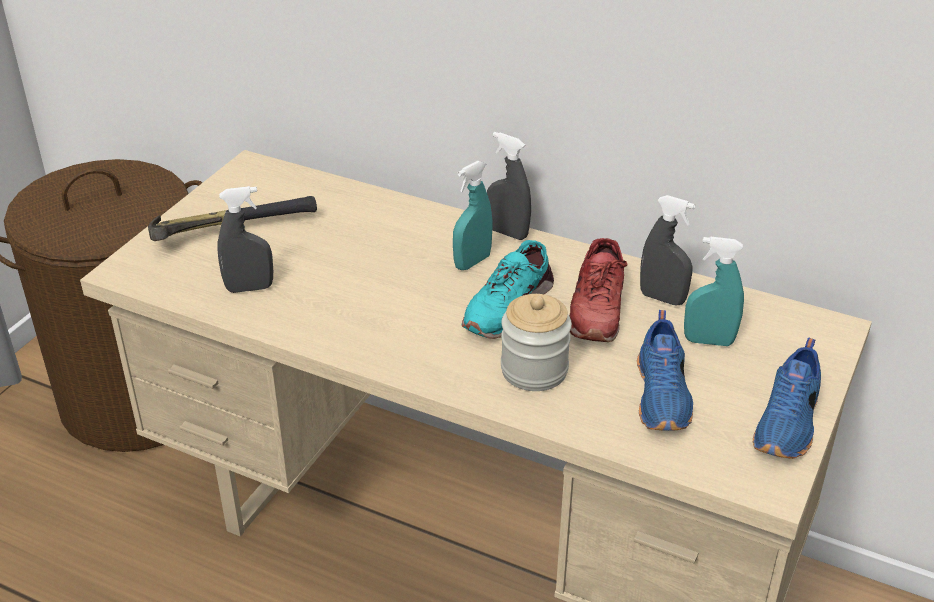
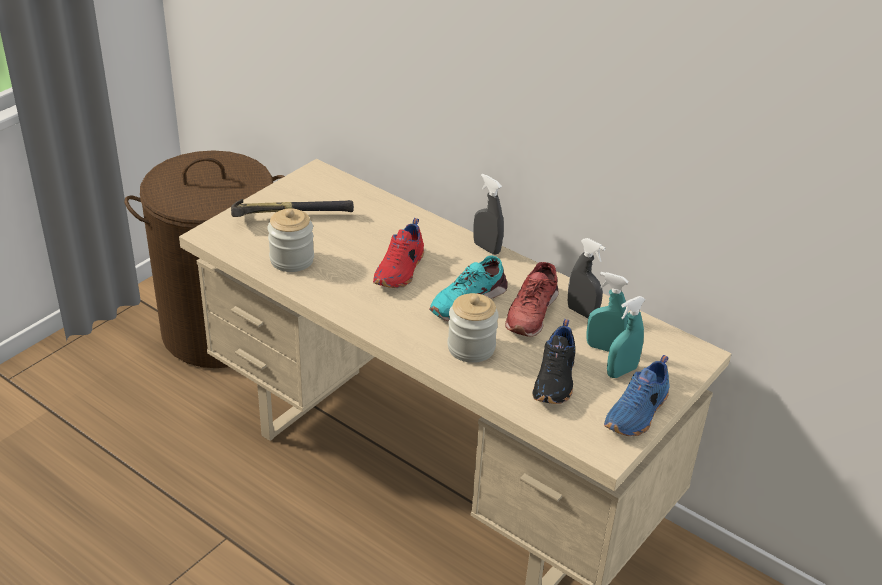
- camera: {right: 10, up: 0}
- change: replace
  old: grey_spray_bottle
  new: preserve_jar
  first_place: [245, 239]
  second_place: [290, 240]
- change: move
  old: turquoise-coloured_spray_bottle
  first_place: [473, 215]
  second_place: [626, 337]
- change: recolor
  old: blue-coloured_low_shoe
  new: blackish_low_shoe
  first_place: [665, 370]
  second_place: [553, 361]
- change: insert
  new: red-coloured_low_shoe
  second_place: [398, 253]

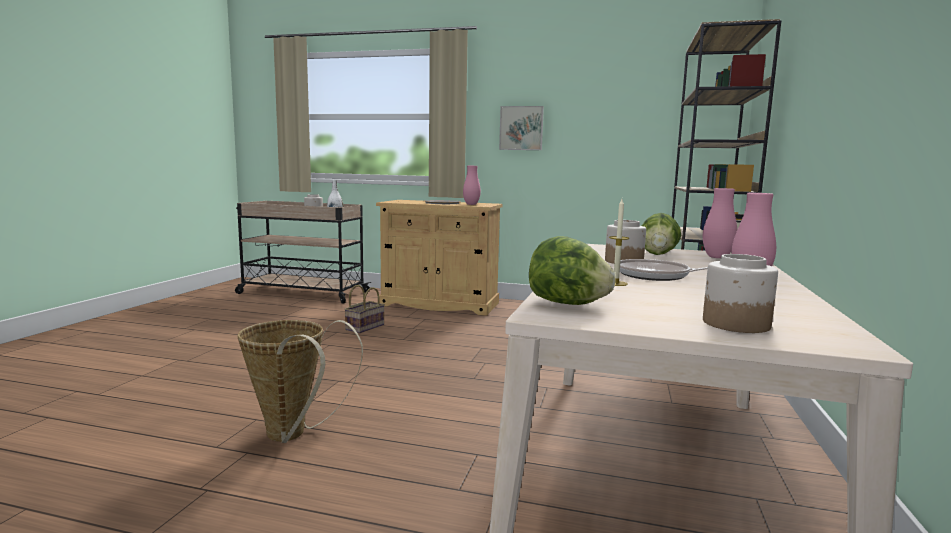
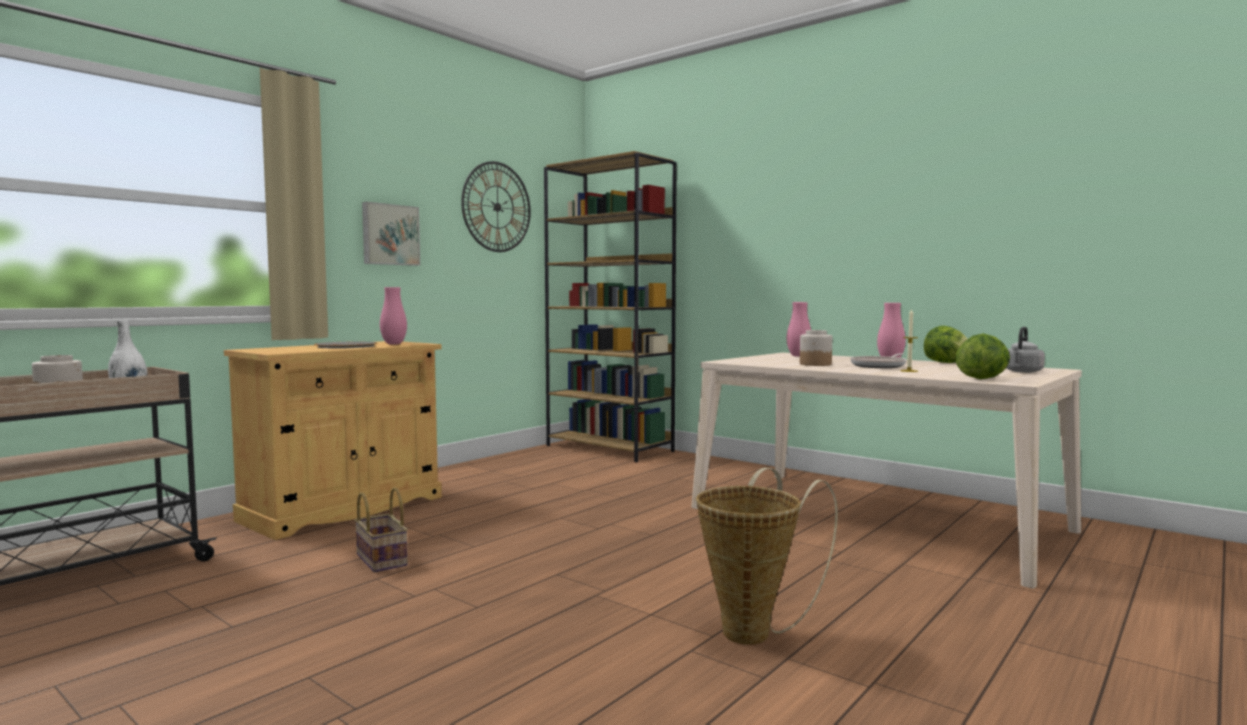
- camera: {right: -65, up: -5}
- change: move
  old: lettuce
  first_place: [661, 234]
  second_place: [946, 344]
- change: replace
  old: preserve_jar
  new: grey_tea_kettle
  first_place: [740, 293]
  second_place: [1025, 350]
- change: insert
  new: hanging_clock
  second_place: [496, 206]

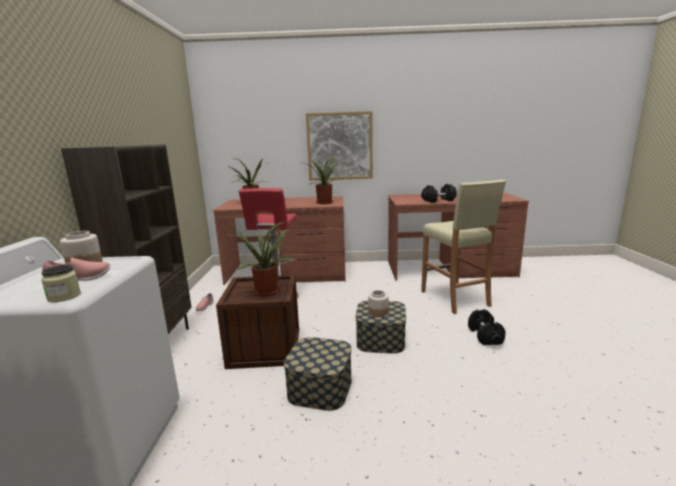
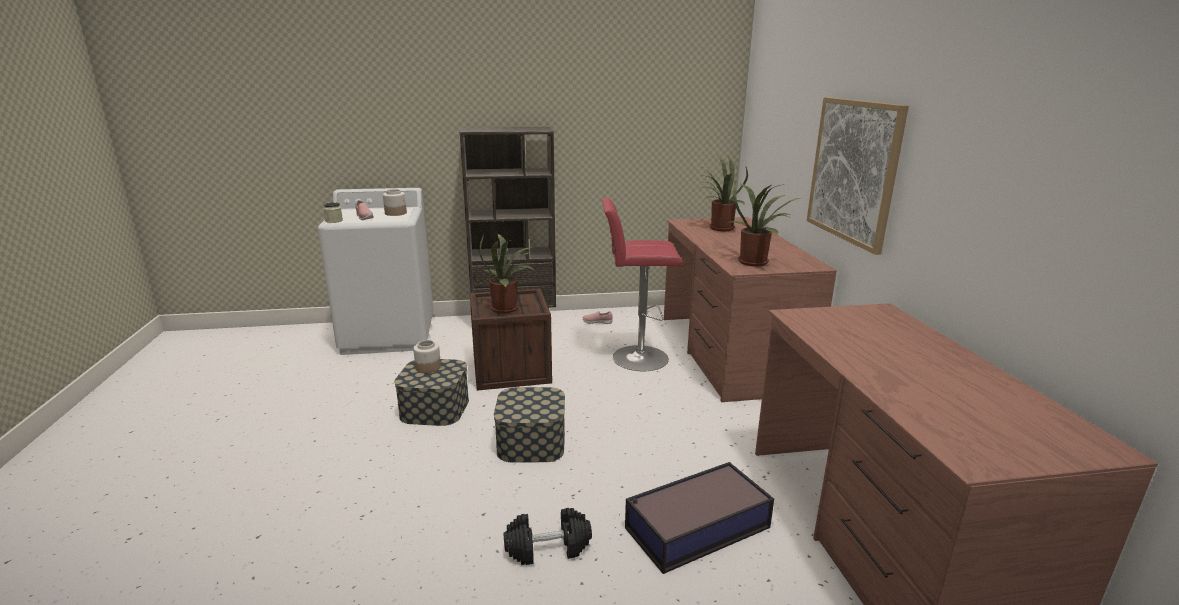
- camera: {right: 80, up: 5}
- change: move
  old: preserve_jar
  first_place: [378, 303]
  second_place: [427, 356]
- change: replace
  old: beige-coloured_stool_seat
  new: storage_box
  first_place: [463, 247]
  second_place: [699, 518]
- change: delete
  old: blackish_hand_weight
  first_place: [439, 193]

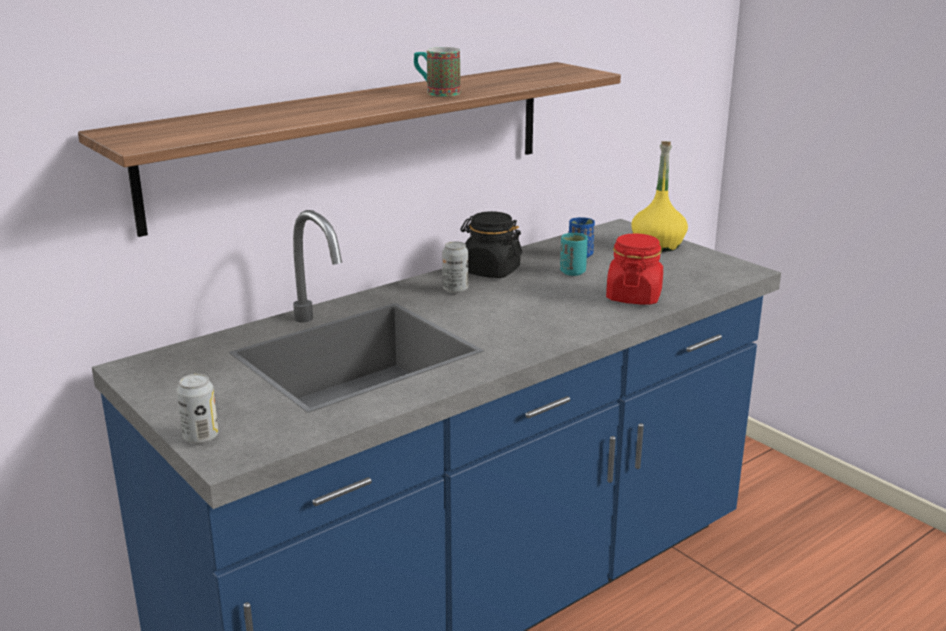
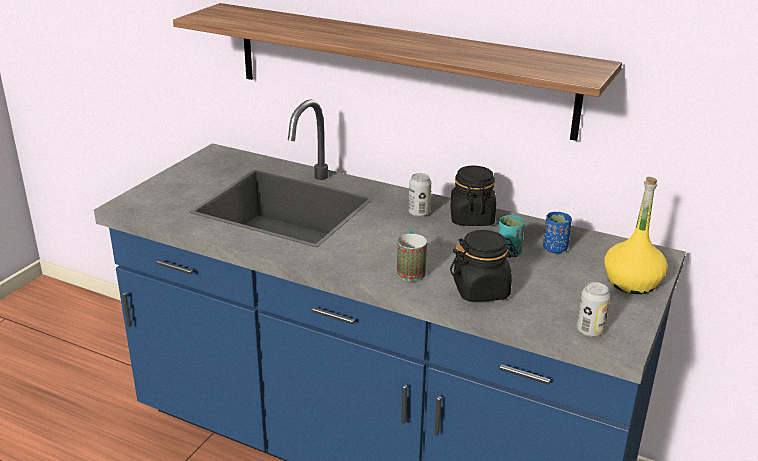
- camera: {right: 65, up: 5}
- change: move
  old: metal_can
  first_place: [197, 409]
  second_place: [593, 309]
- change: move
  old: coffee_mug
  first_place: [437, 71]
  second_place: [412, 256]
- change: recolor
  old: red-coloured_preserve_jar
  new: blackish_preserve_jar
  first_place: [634, 269]
  second_place: [484, 266]

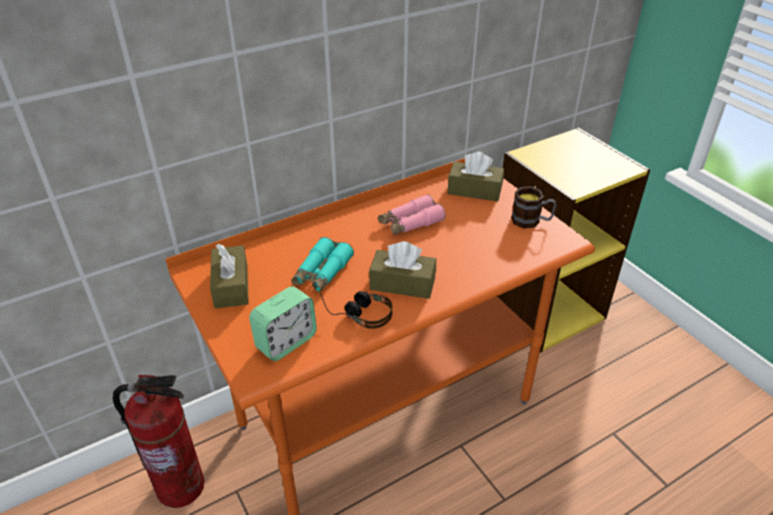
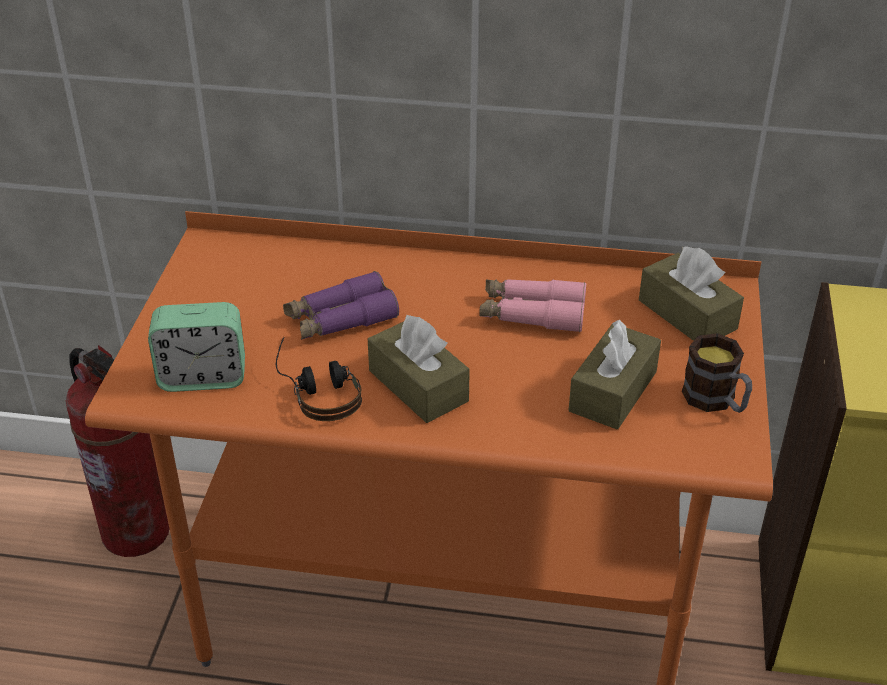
- camera: {right: 40, up: 0}
- change: move
  old: brown-coloured_tissue_box
  first_place: [229, 276]
  second_place: [614, 374]
- change: recolor
  old: turquoise-coloured_field_glasses
  new: purplish_field_glasses
  first_place: [322, 265]
  second_place: [341, 305]

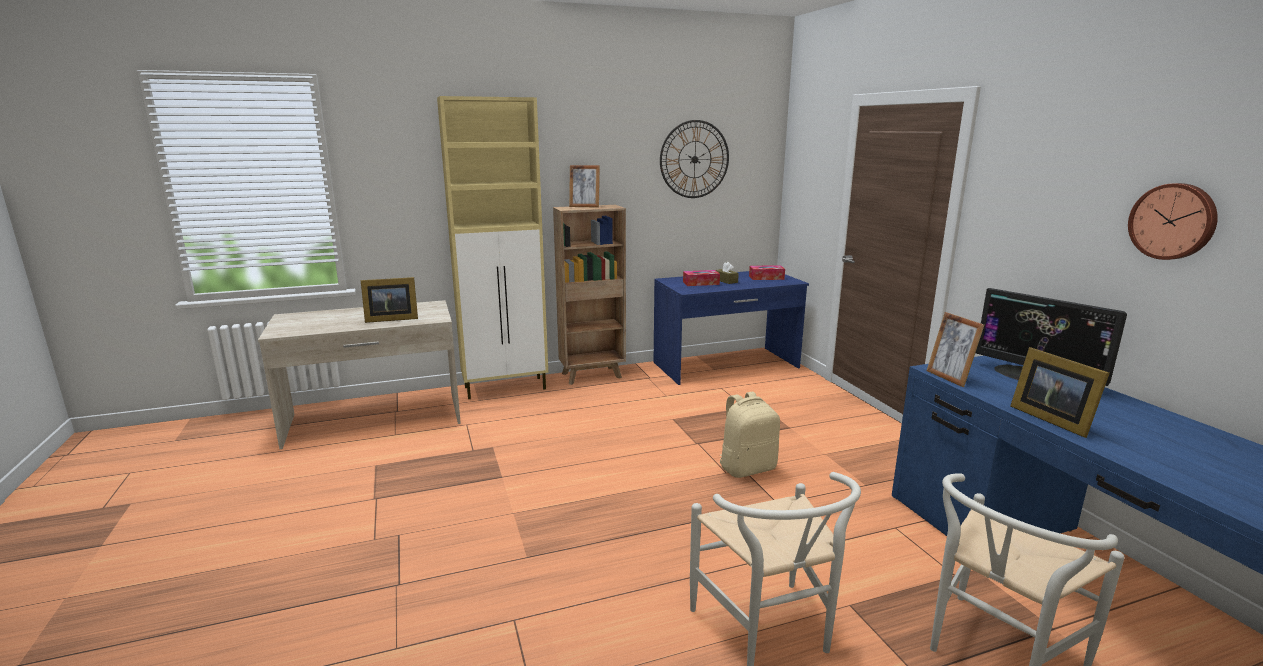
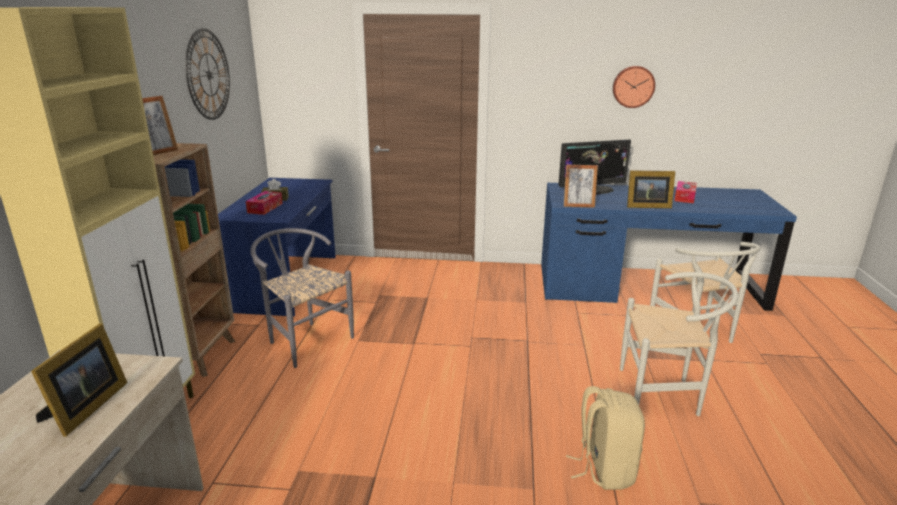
- camera: {right: -65, up: 5}
- change: move
  old: beige-coloured_backpack
  first_place: [750, 435]
  second_place: [605, 438]
- change: move
  old: tissue_box
  first_place: [767, 272]
  second_place: [685, 192]
- change: insert
  new: grey_plain_chair
  second_place: [302, 298]

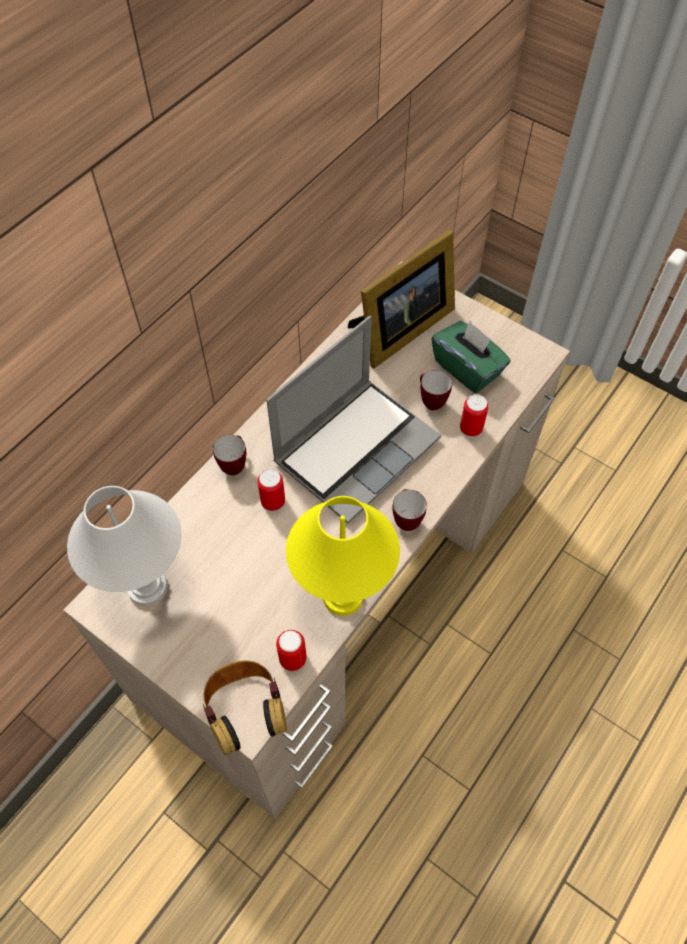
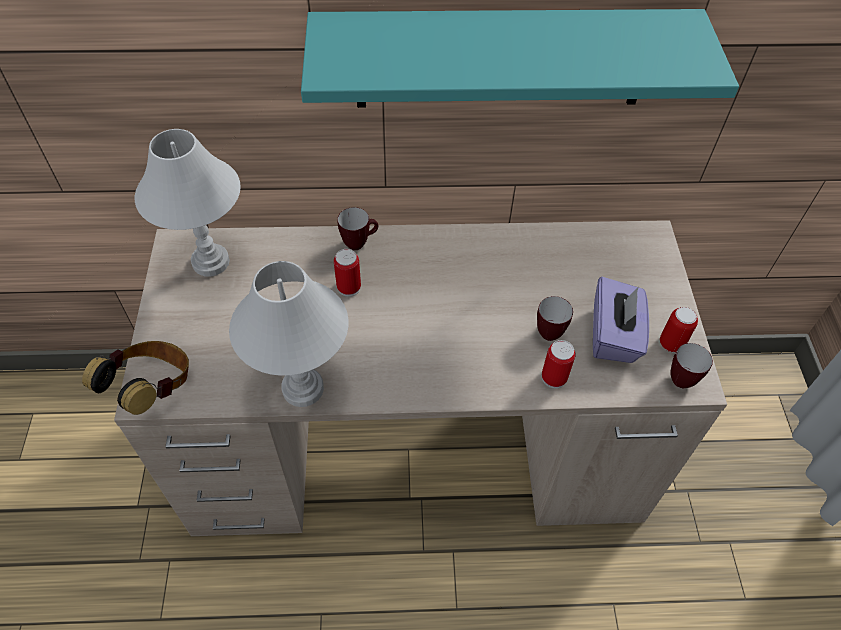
- camera: {right: 50, up: -5}
- change: delete
  old: notebook_computer
  first_place: [353, 420]
- change: move
  old: metal_can
  first_place: [291, 650]
  second_place: [679, 330]
- change: recolor
  old: yellow_tabletop_lamp
  new: white_tabletop_lamp
  first_place: [343, 556]
  second_place: [289, 334]
- change: delete
  old: standing_frame
  first_place: [401, 299]
- change: move
  old: coffee_mug
  first_place: [409, 510]
  second_place: [691, 365]
- change: recolor
  old: greenish_tissue_box
  new: purplish_tissue_box
  first_place: [471, 356]
  second_place: [621, 320]
- change: insert
  new: turquoise-coloured_shelf
  second_place: [520, 58]

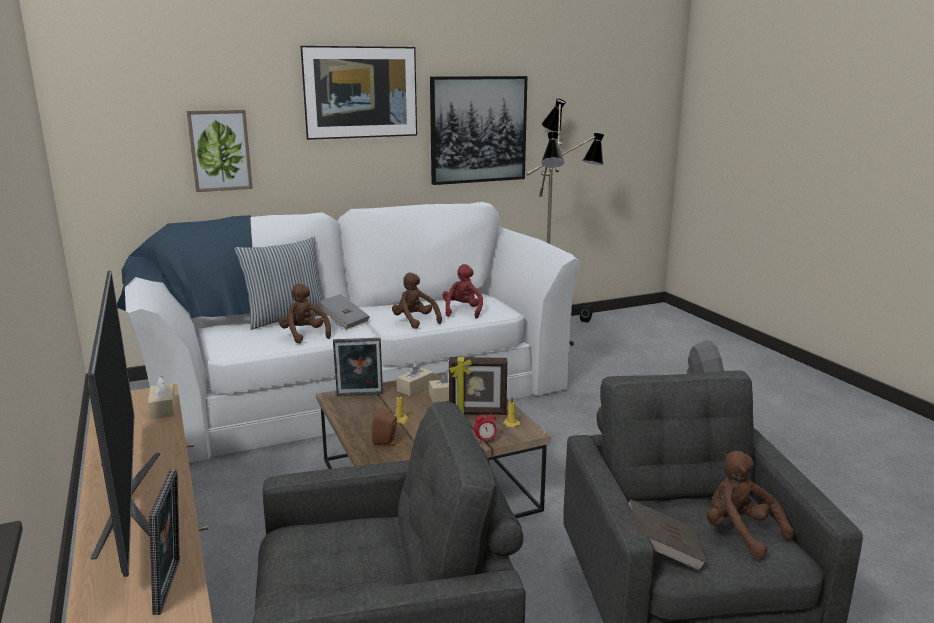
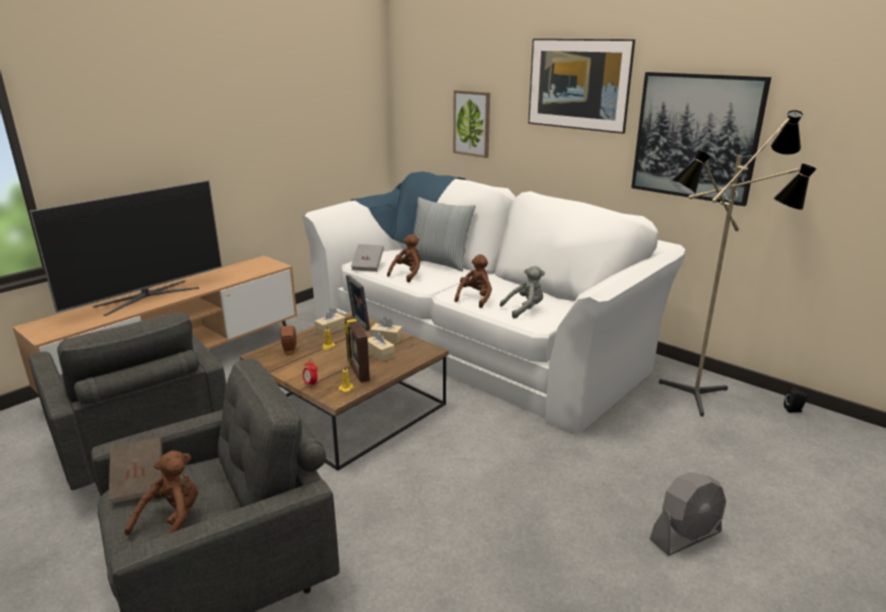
- camera: {right: 65, up: 5}
- change: move
  old: beige-coloured_tissue_box
  first_place: [161, 397]
  second_place: [330, 322]
- change: delete
  old: standing_frame
  first_place: [164, 542]
- change: move
  old: grey_volume
  first_place: [343, 312]
  second_place: [367, 258]
- change: recolor
  old: red-coloured_soft_toy
  new: grey_soft_toy
  first_place: [462, 291]
  second_place: [522, 292]

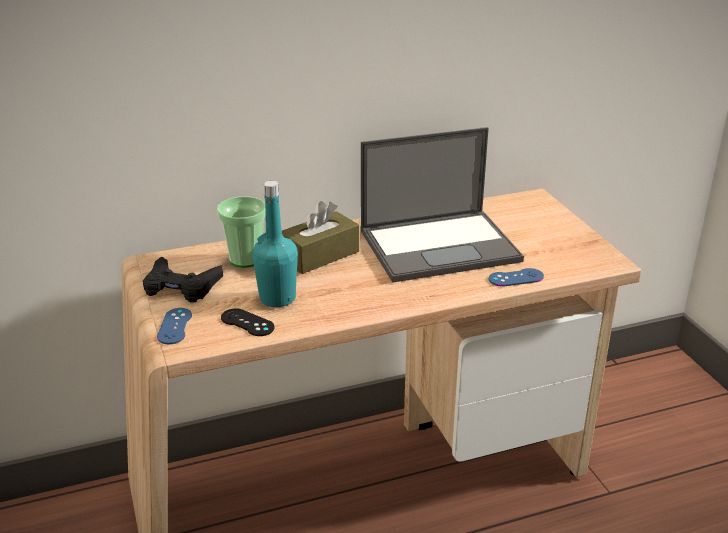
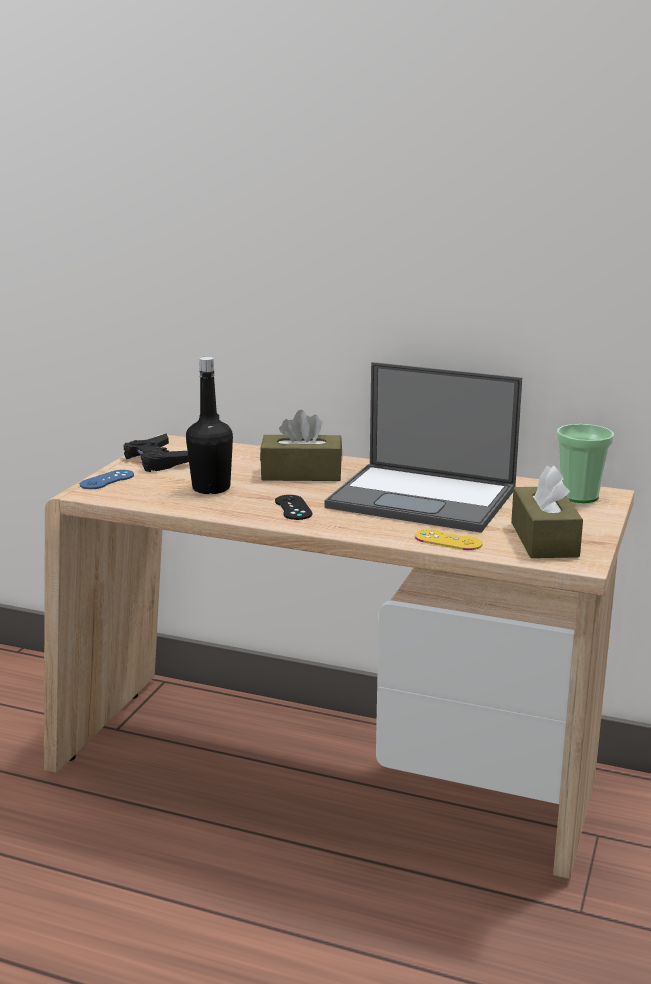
- camera: {right: 40, up: -10}
- change: move
  old: cup
  first_place: [241, 232]
  second_place: [585, 463]
- change: move
  old: blackish_joypad
  first_place: [248, 322]
  second_place: [293, 507]
- change: recolor
  old: turquoise-coloured_bottle
  new: blackish_bottle
  first_place: [275, 244]
  second_place: [209, 425]
- change: recolor
  old: blue-coloured_joypad
  new: yellow_joypad
  first_place: [516, 277]
  second_place: [449, 539]
- change: insert
  new: brown-coloured_tissue_box
  second_place: [547, 511]

